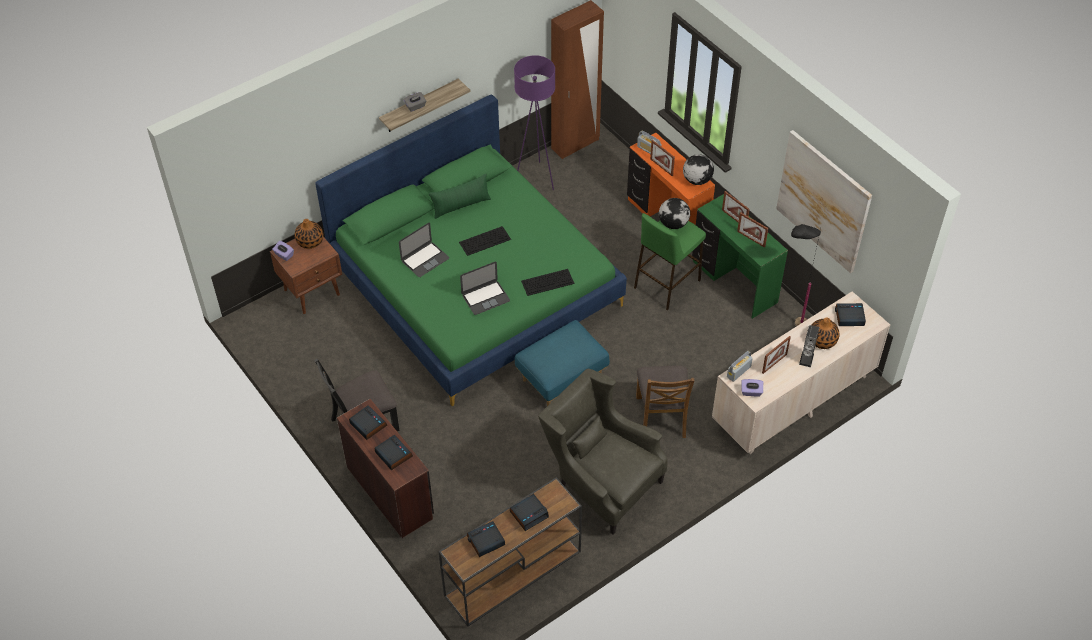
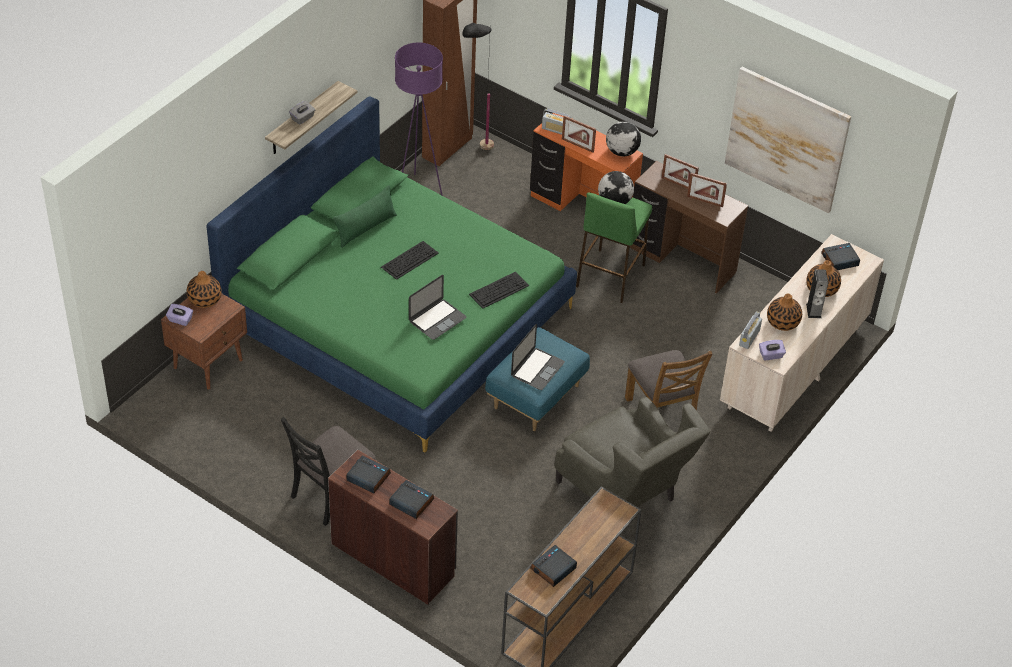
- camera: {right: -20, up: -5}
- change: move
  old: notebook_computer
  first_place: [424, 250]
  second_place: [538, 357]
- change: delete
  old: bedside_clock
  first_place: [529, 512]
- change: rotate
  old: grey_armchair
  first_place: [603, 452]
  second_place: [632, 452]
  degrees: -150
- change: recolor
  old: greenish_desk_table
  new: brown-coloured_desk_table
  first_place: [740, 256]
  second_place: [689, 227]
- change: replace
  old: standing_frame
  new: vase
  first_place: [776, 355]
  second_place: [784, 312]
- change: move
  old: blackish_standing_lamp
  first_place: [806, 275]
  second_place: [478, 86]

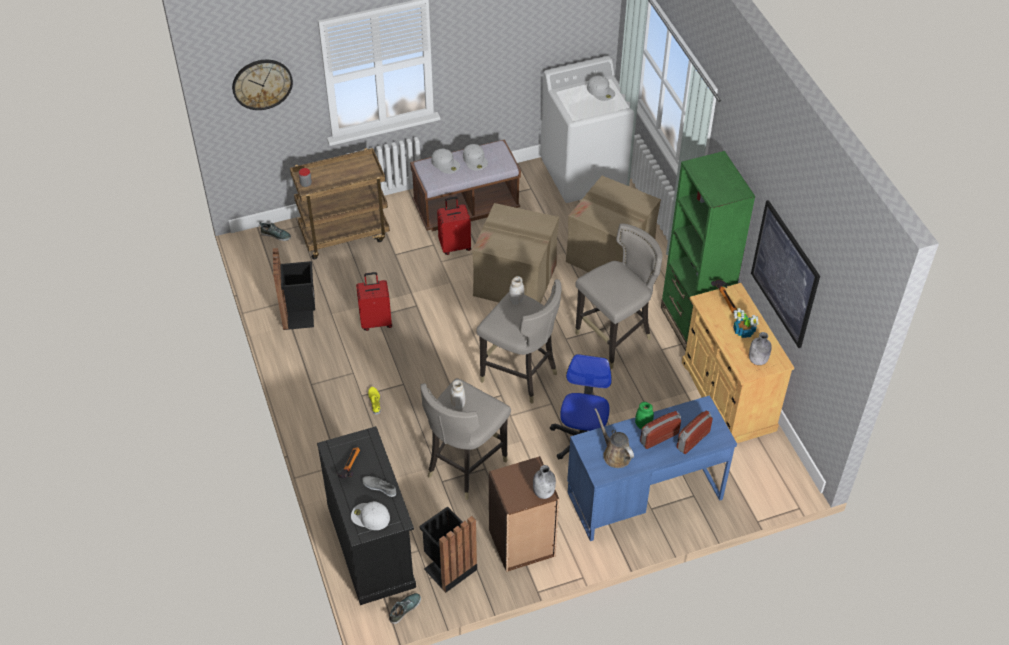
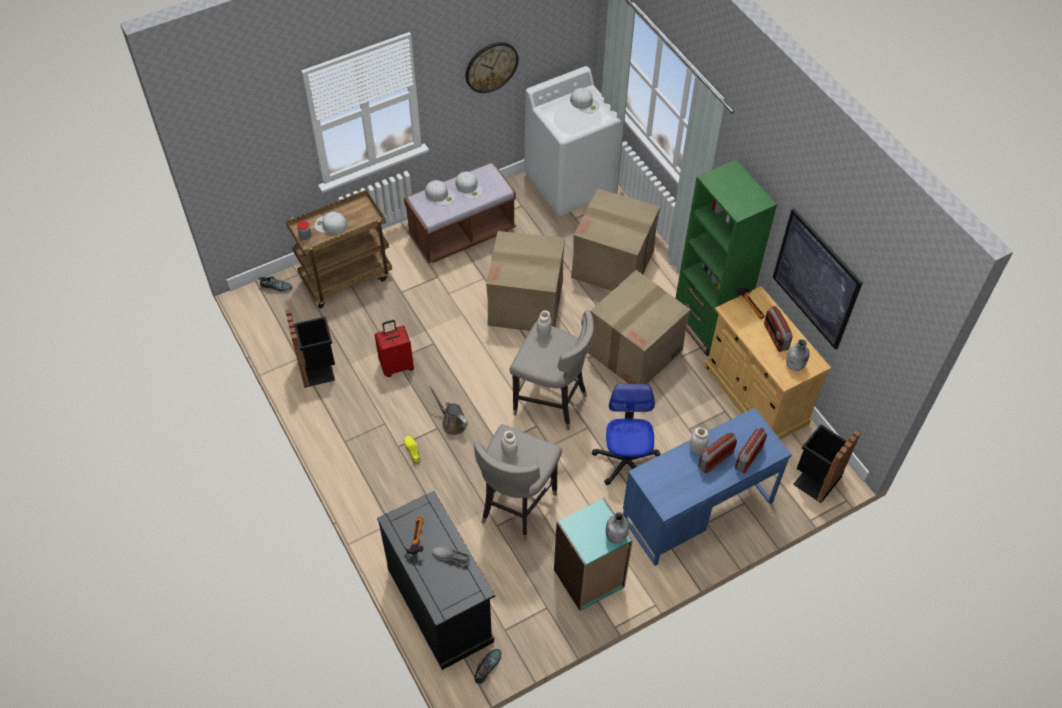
- camera: {right: -10, up: 5}
- change: move
  old: hanging_clock
  first_place: [262, 85]
  second_place: [492, 67]
- change: move
  old: white_peaked_cap
  first_place: [370, 515]
  second_place: [330, 222]
- change: move
  old: blackish_waste_bin
  first_place: [448, 549]
  second_place: [827, 463]
- change: delete
  old: red-coloured_suitcase
  first_place: [454, 225]
- change: recolor
  old: brown-coloured_bookcase
  new: turquoise-coloured_bookcase
  first_place: [524, 514]
  second_place: [593, 554]
- change: replace
  old: grey_stool_seat
  new: packing_box
  first_place: [619, 296]
  second_place: [639, 327]
- change: move
  old: brown-coloured_watering_can
  first_place: [614, 438]
  second_place: [448, 410]
- change: recolor
  old: greenish_preserve_jar
  new: white_preserve_jar
  first_place: [644, 416]
  second_place: [699, 440]
- change: replace
  old: plant_in_a_pot
  new: radio_receiver
  first_place: [746, 323]
  second_place: [778, 329]

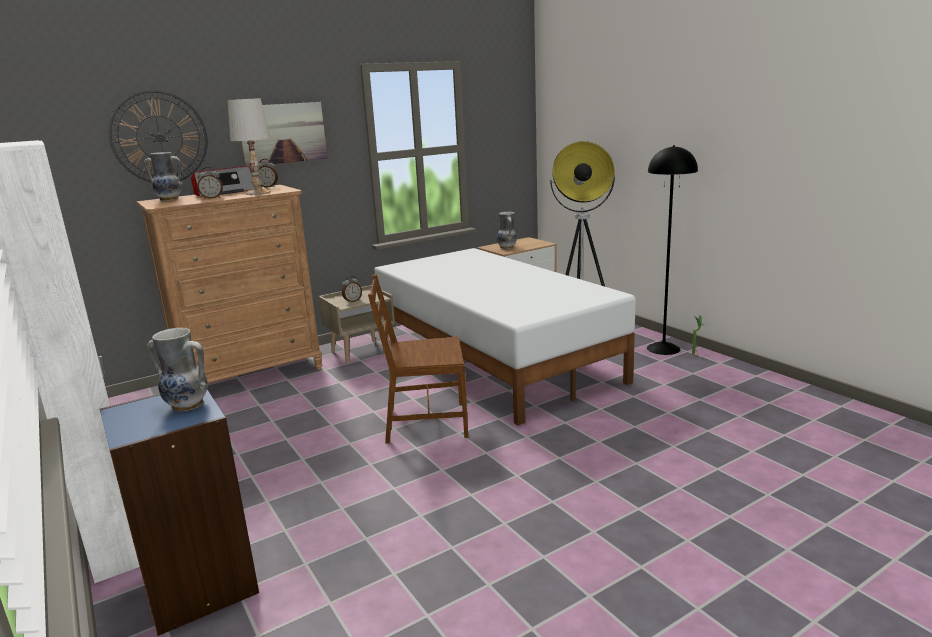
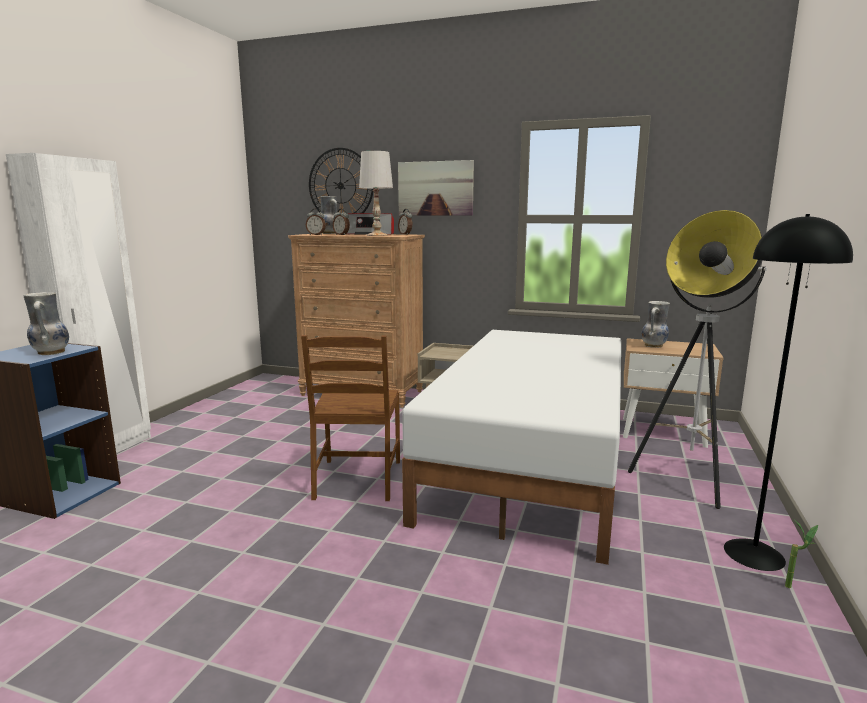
- camera: {right: 50, up: -5}
- change: move
  old: bedside_clock
  first_place: [352, 289]
  second_place: [316, 222]
- change: rotate
  old: brown-coloured_plain_chair
  first_place: [418, 358]
  second_place: [350, 418]
  degrees: -135

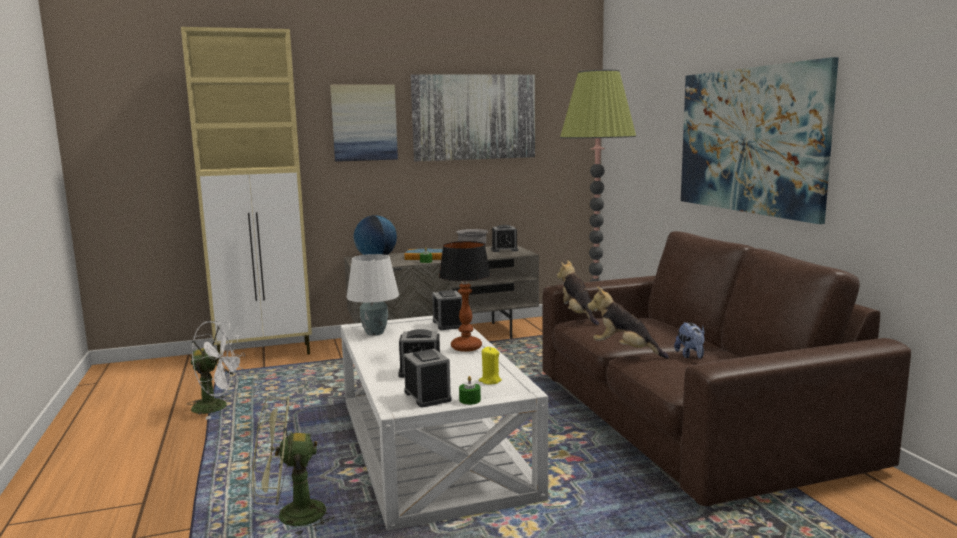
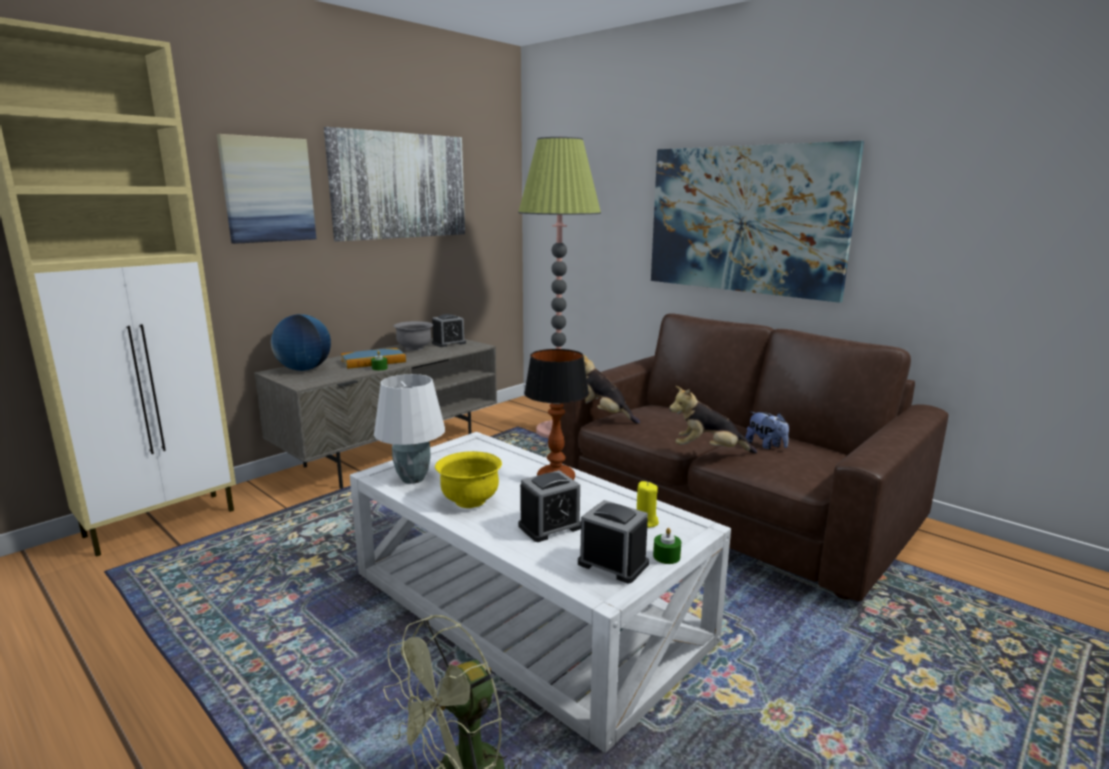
- camera: {right: -30, up: 5}
- change: delete
  old: white_cooling_fan
  first_place: [216, 370]
- change: delete
  old: bedside_clock
  first_place: [447, 310]
- change: insert
  new: yellow_bowl
  second_place: [468, 479]

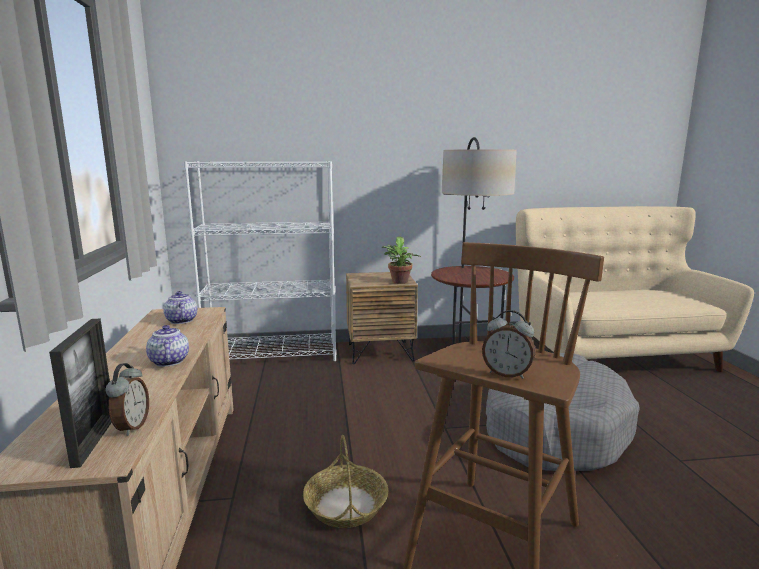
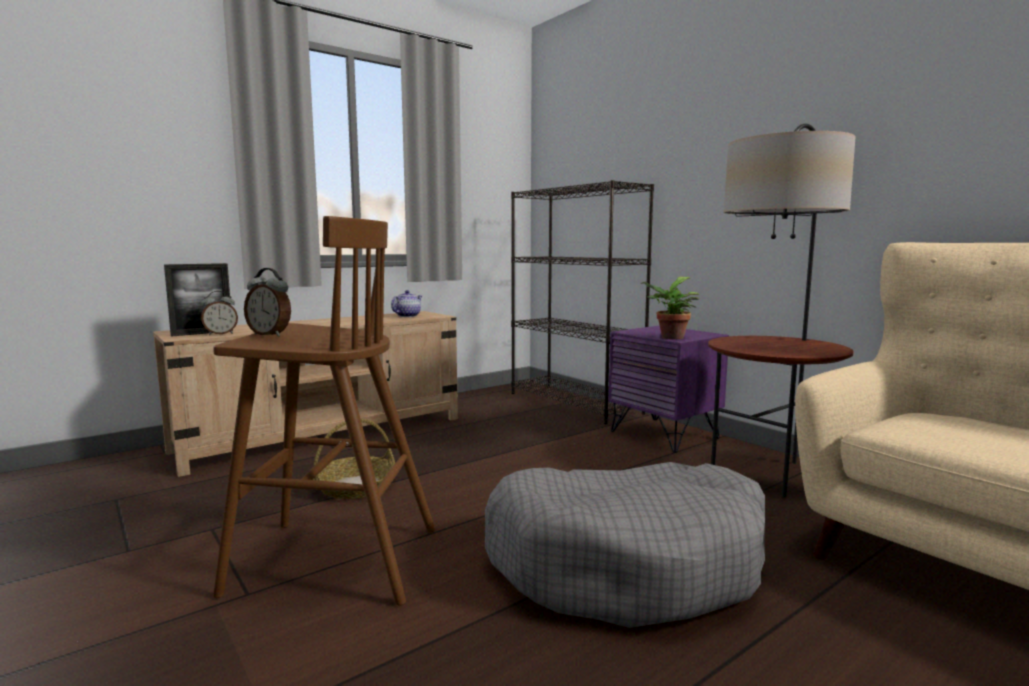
- camera: {right: 60, up: -5}
- change: delete
  old: tea_pot
  first_place: [167, 346]
- change: recolor
  old: white_bookcase
  new: blackish_bookcase
  first_place: [260, 261]
  second_place: [582, 302]
- change: recolor
  old: brown-coloured_night_table
  new: purplish_night_table
  first_place: [382, 318]
  second_place: [668, 389]
- change: rotate
  old: bedside_clock
  first_place: [509, 344]
  second_place: [267, 302]
  degrees: -60

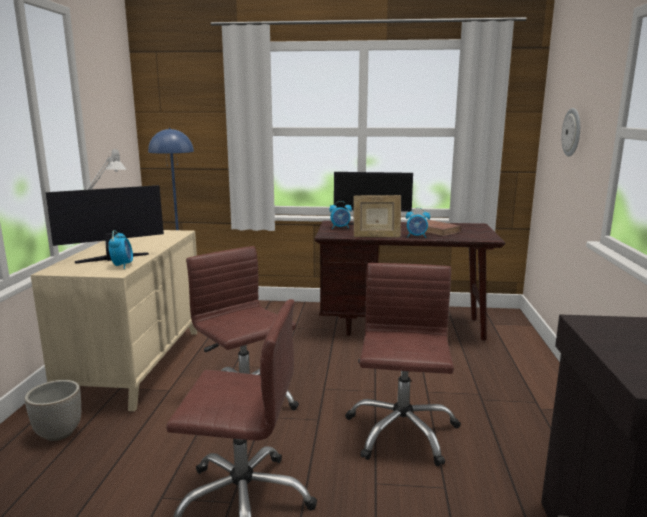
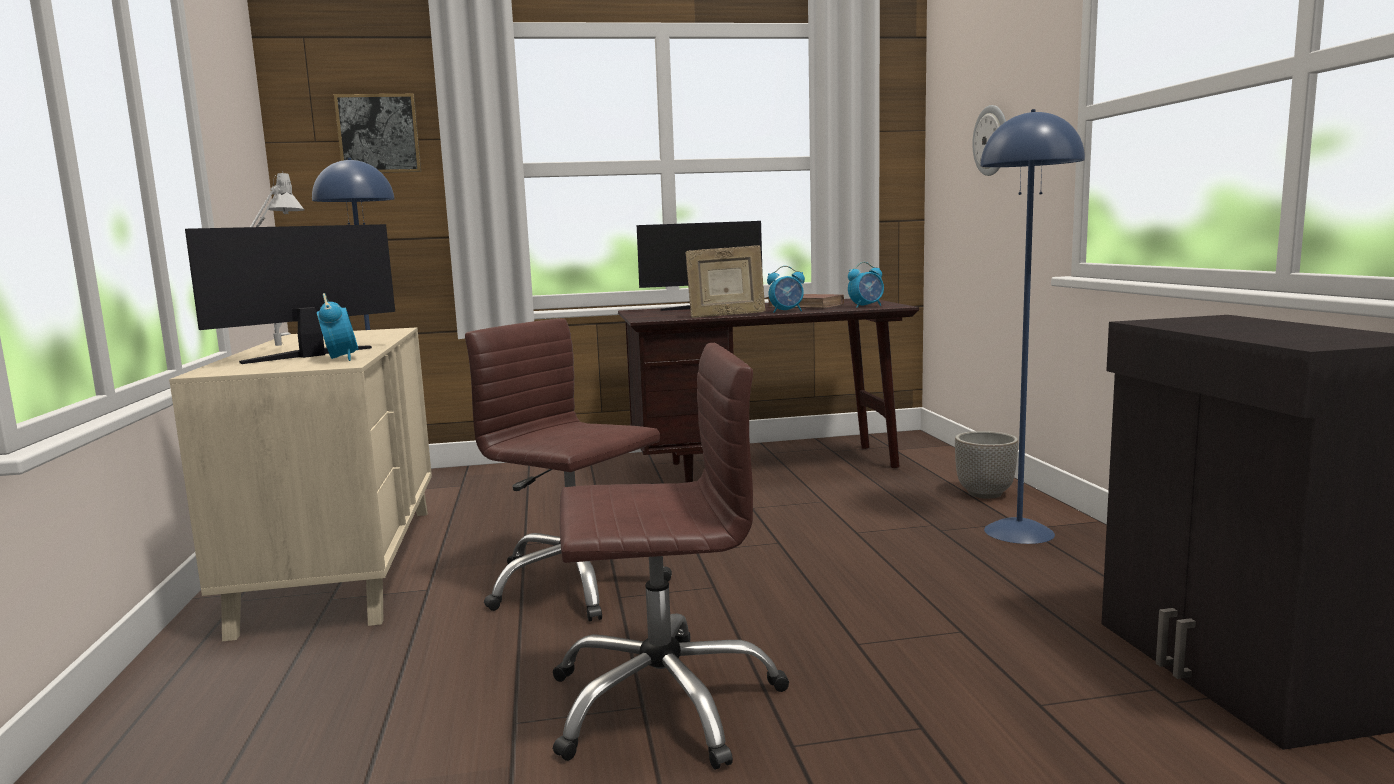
- camera: {right: -15, up: -5}
- change: move
  old: plant_pot
  first_place: [53, 410]
  second_place: [987, 465]
- change: move
  old: bedside_clock
  first_place: [340, 215]
  second_place: [866, 285]
- change: delete
  old: brown-coloured_office_chair
  first_place: [403, 364]
- change: insert
  new: wall_art
  second_place: [377, 133]
- change: insert
  new: blue-coloured_standing_lamp
  second_place: [1032, 326]

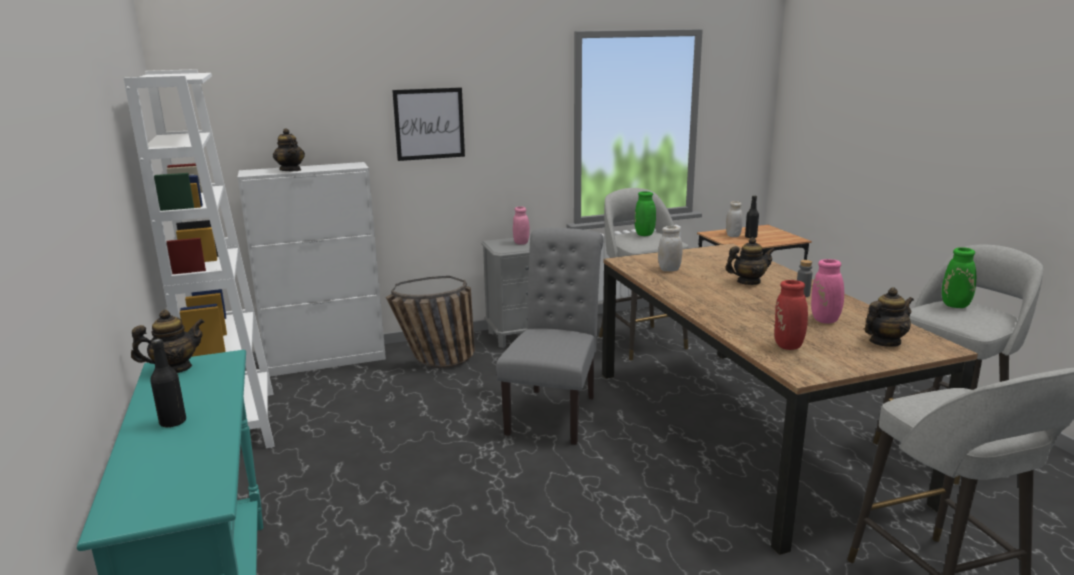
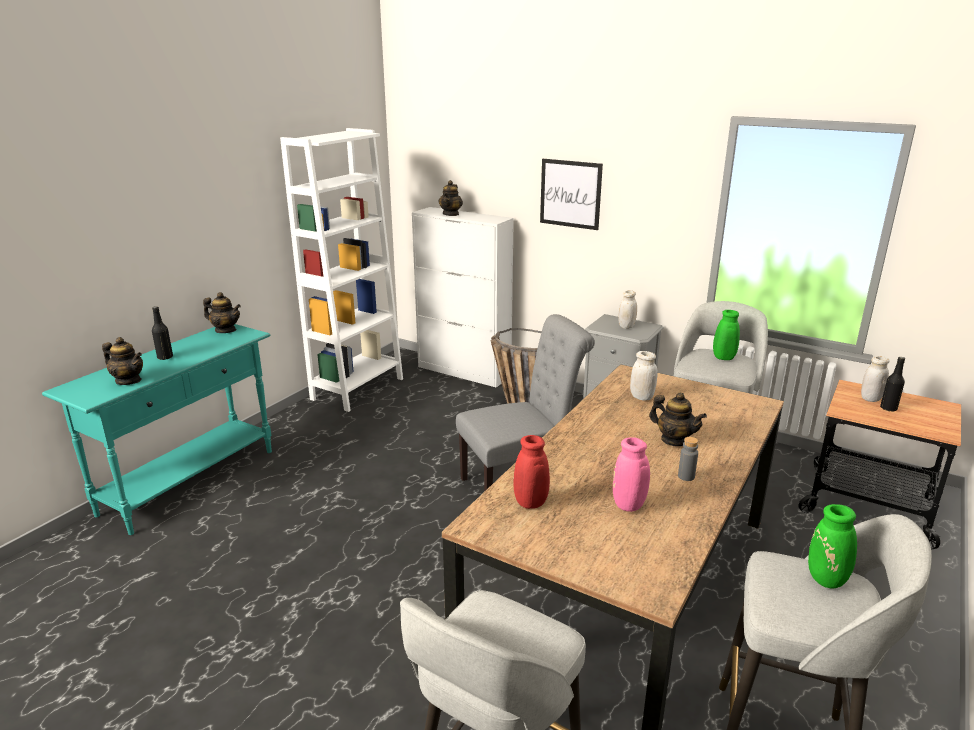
- camera: {right: 50, up: 5}
- change: recolor
  old: pink_preserve_jar
  new: white_preserve_jar
  first_place: [521, 225]
  second_place: [627, 309]
- change: move
  old: tea_pot
  first_place: [889, 317]
  second_place: [122, 361]

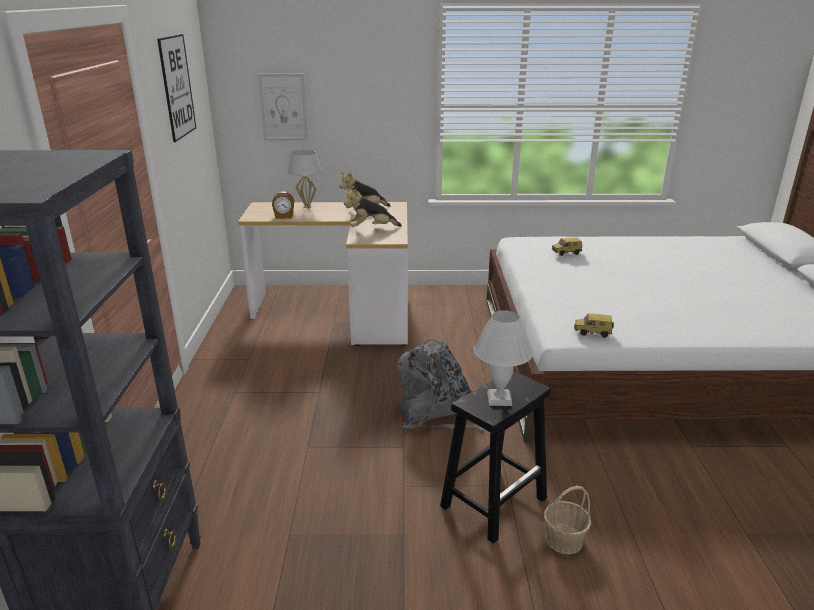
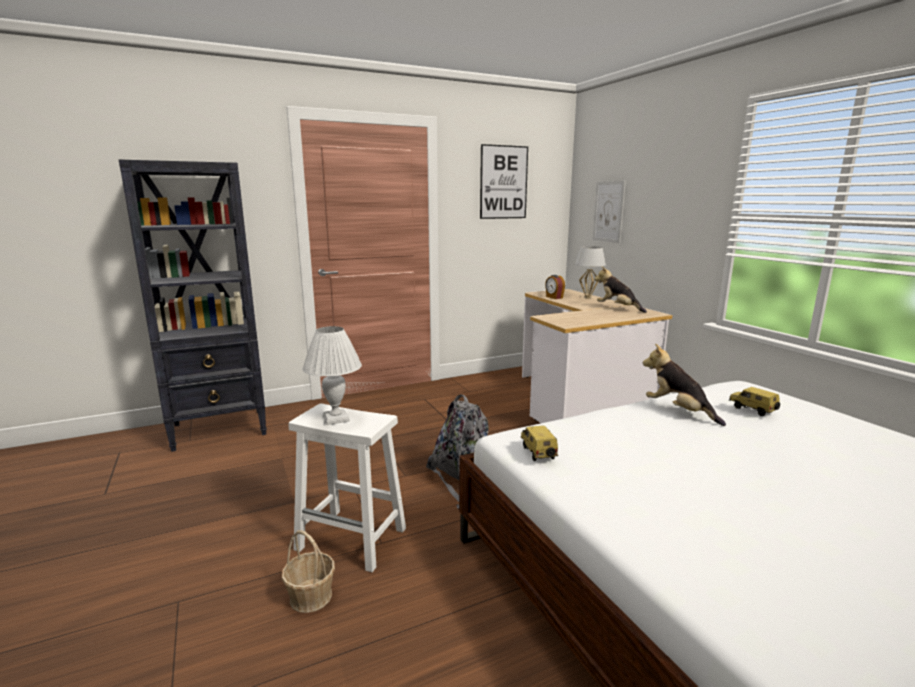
- camera: {right: 65, up: -10}
- change: move
  old: soft_toy
  first_place: [373, 207]
  second_place: [684, 385]
- change: recolor
  old: blackish_stool_seat
  new: white_stool_seat
  first_place: [495, 457]
  second_place: [347, 487]

